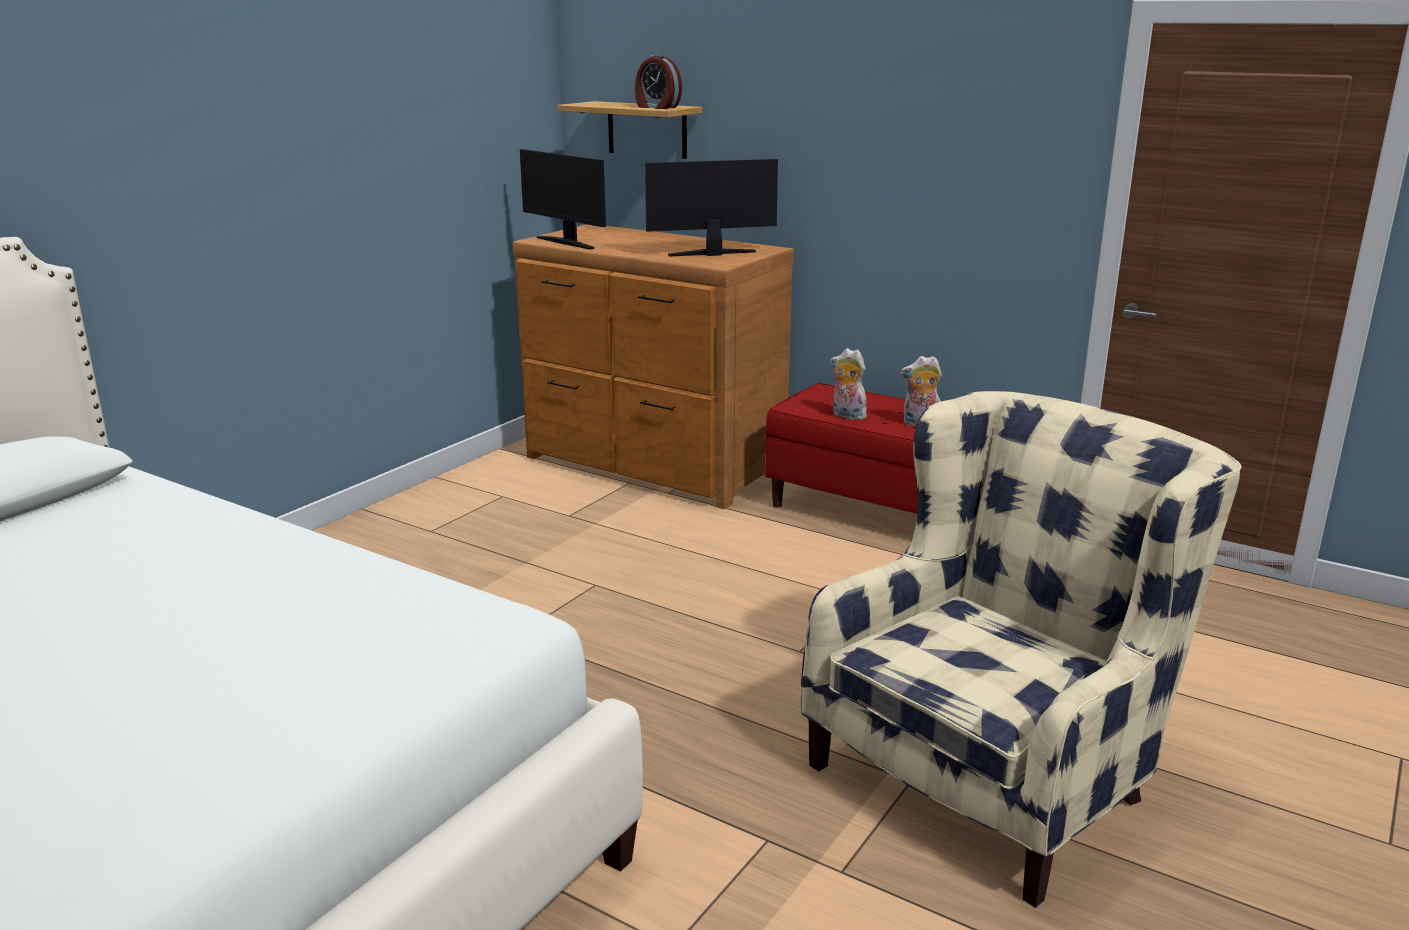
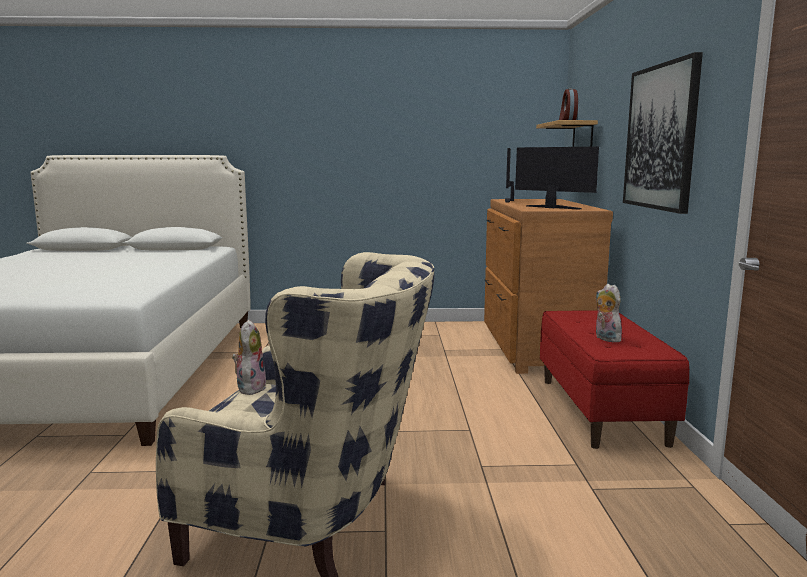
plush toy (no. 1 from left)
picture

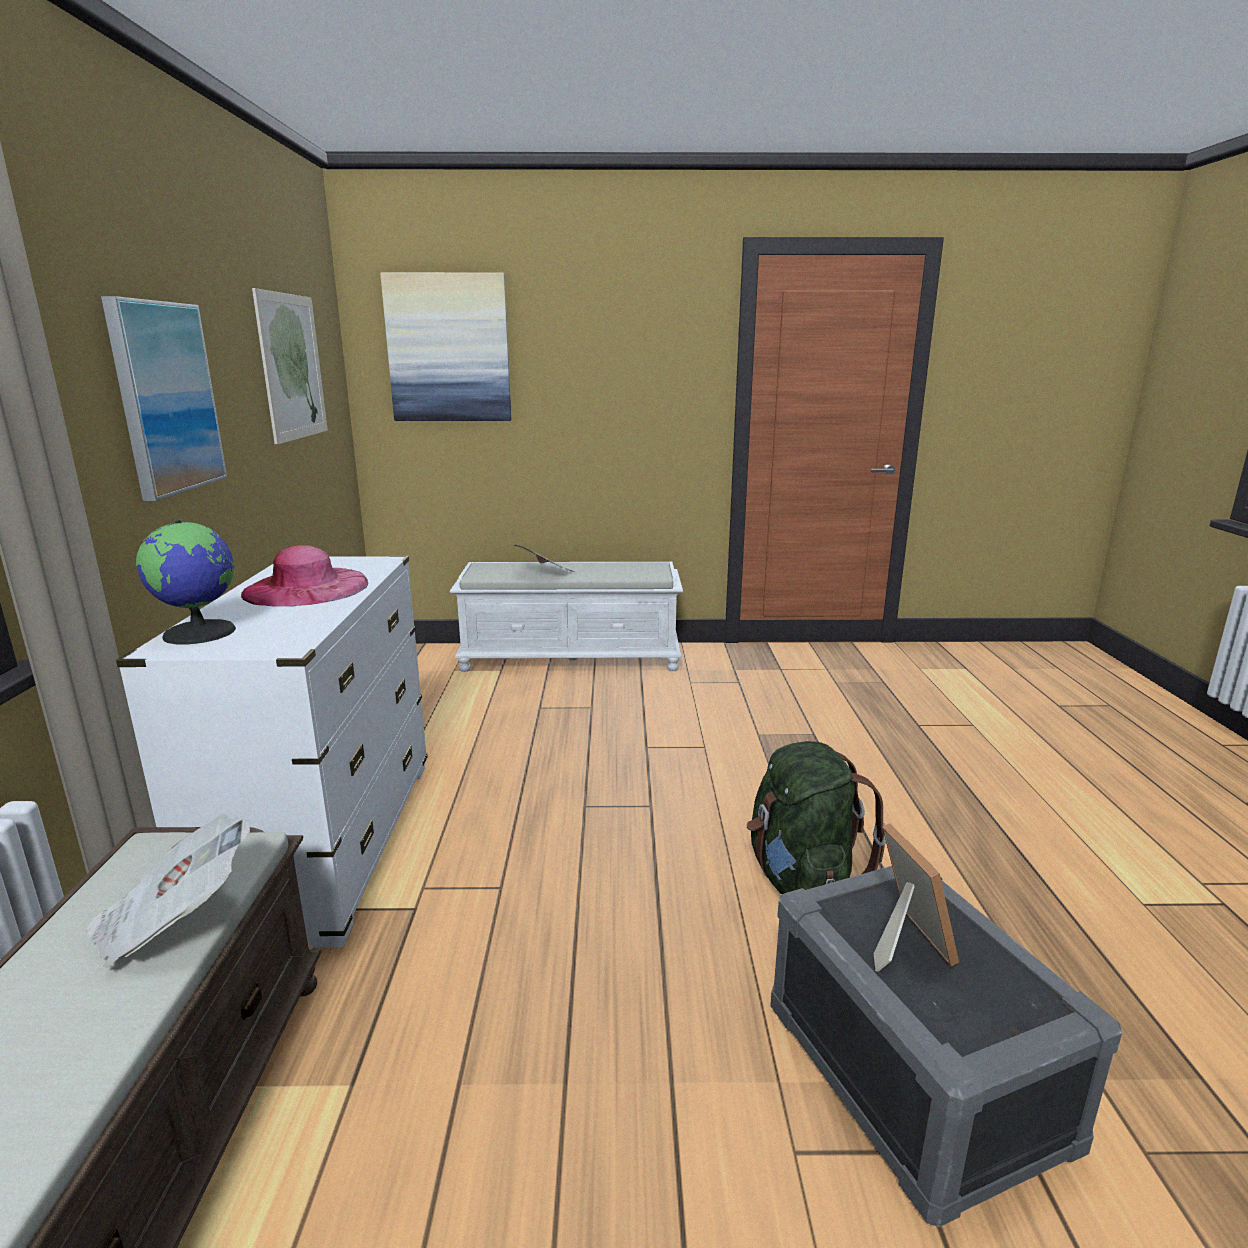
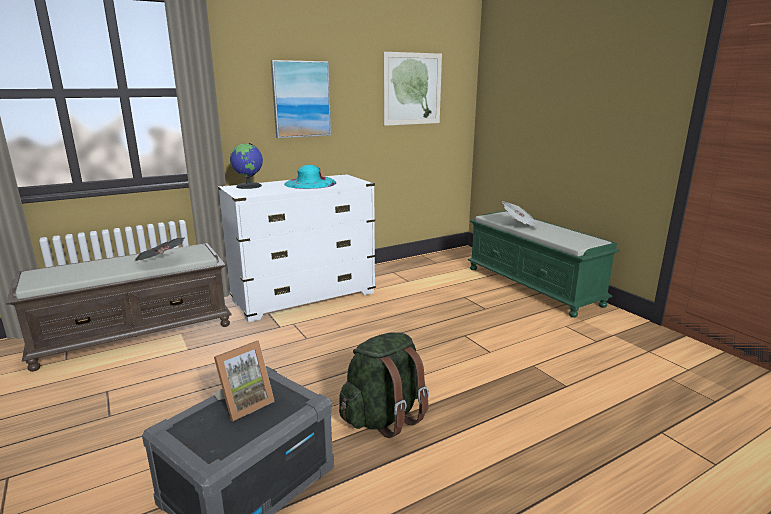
hat in turquoise
bench in green
picture (no. 3 from left in the first image)

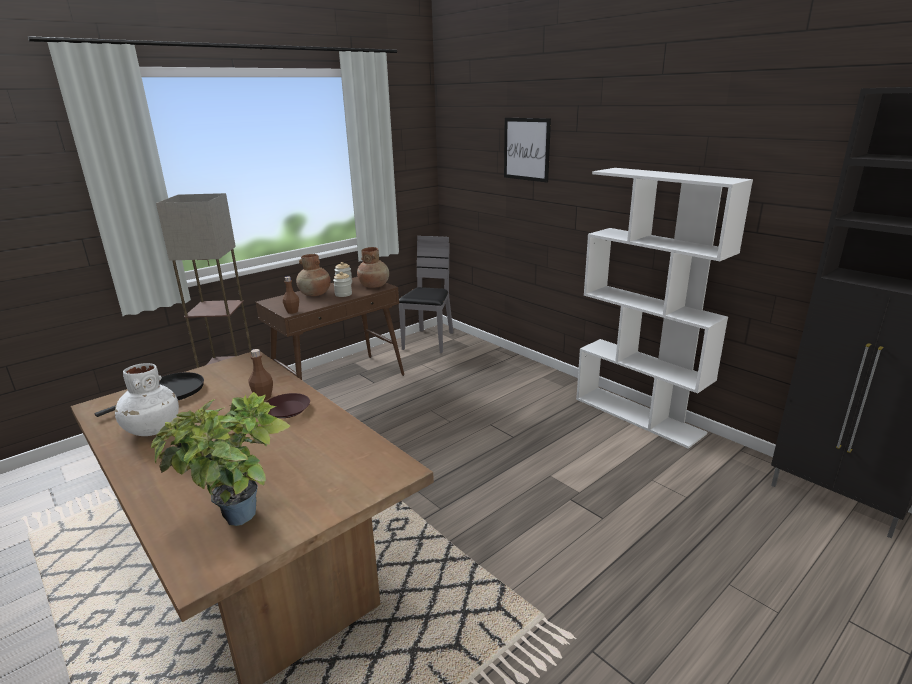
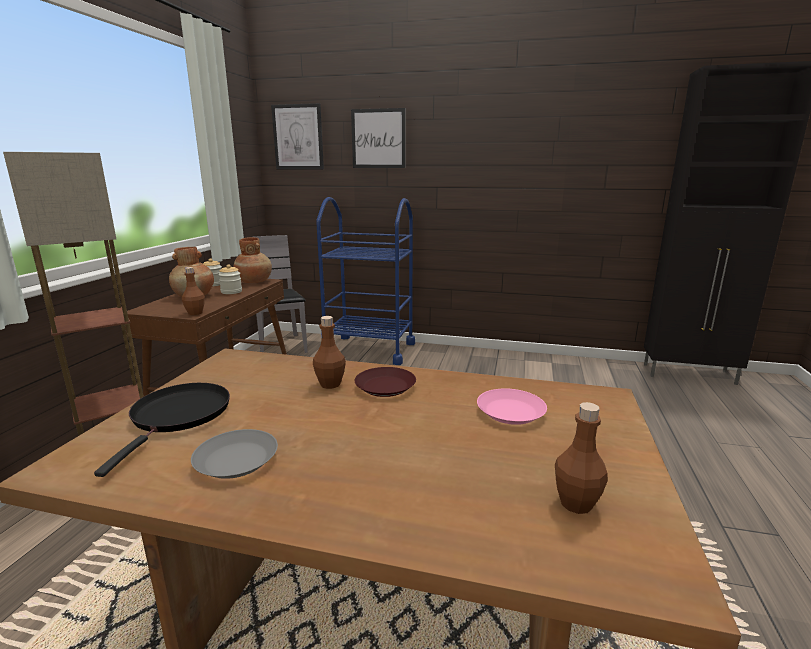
plate in grey
picture (no. 1 from left)
cart in blue
plate in pink
bottle in brown (no. 3 from left)
bookcase in white

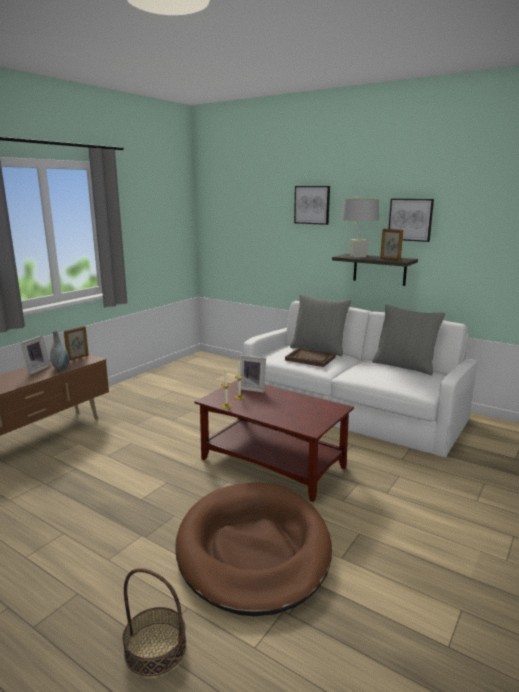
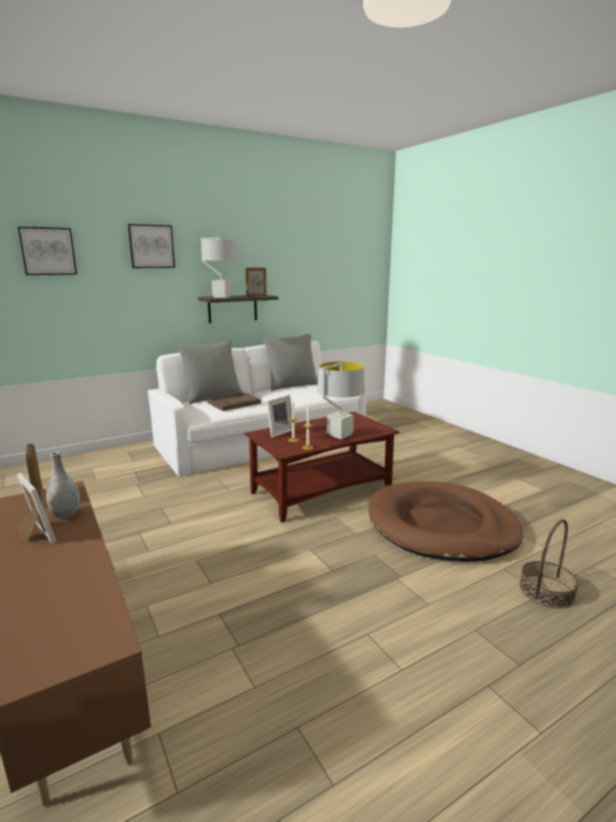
picture (no. 1 from left)
table lamp in grey (no. 2 from left)

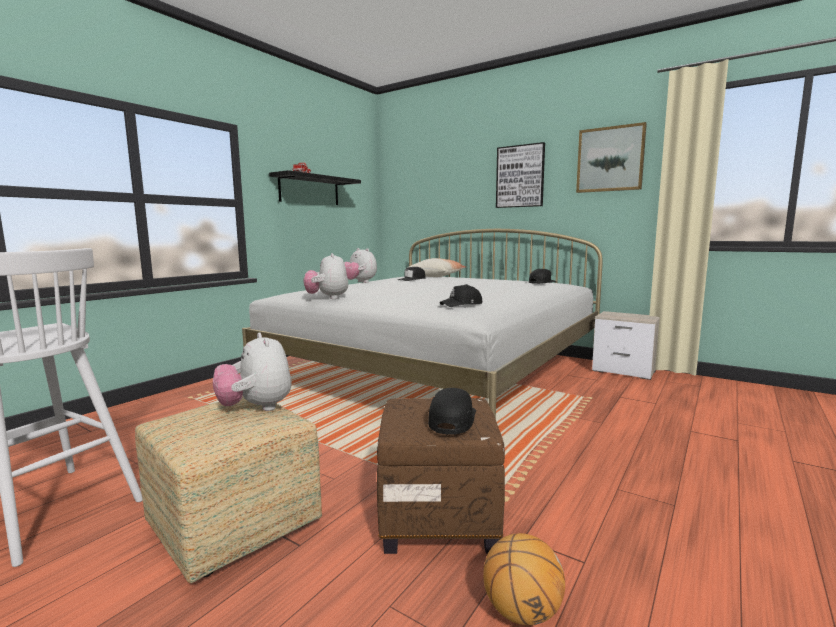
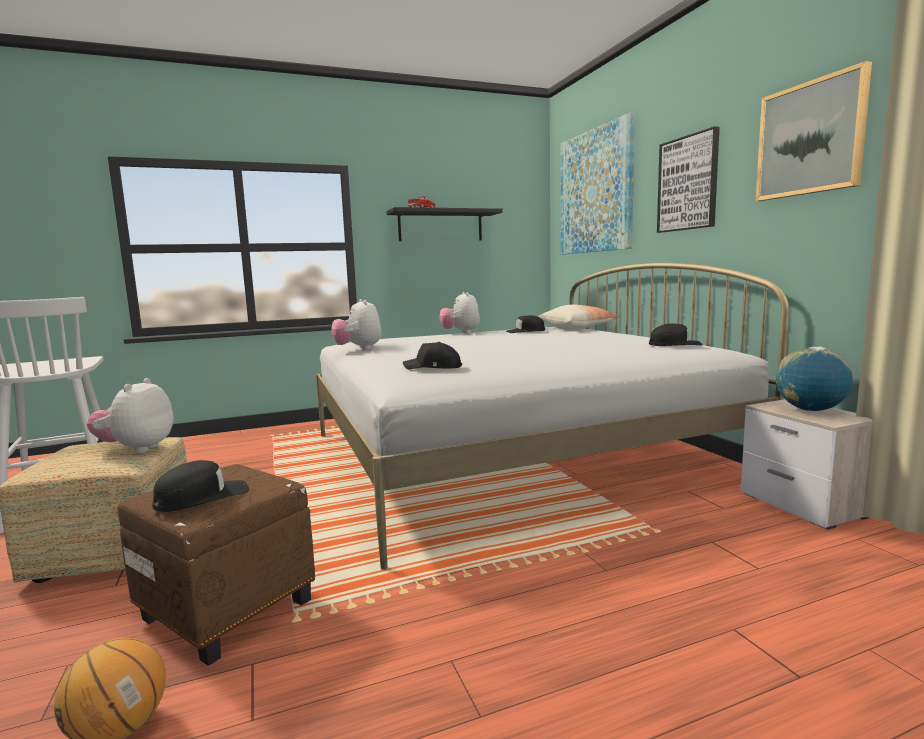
plush toy (no. 2 from left)
picture (no. 1 from left)
globe

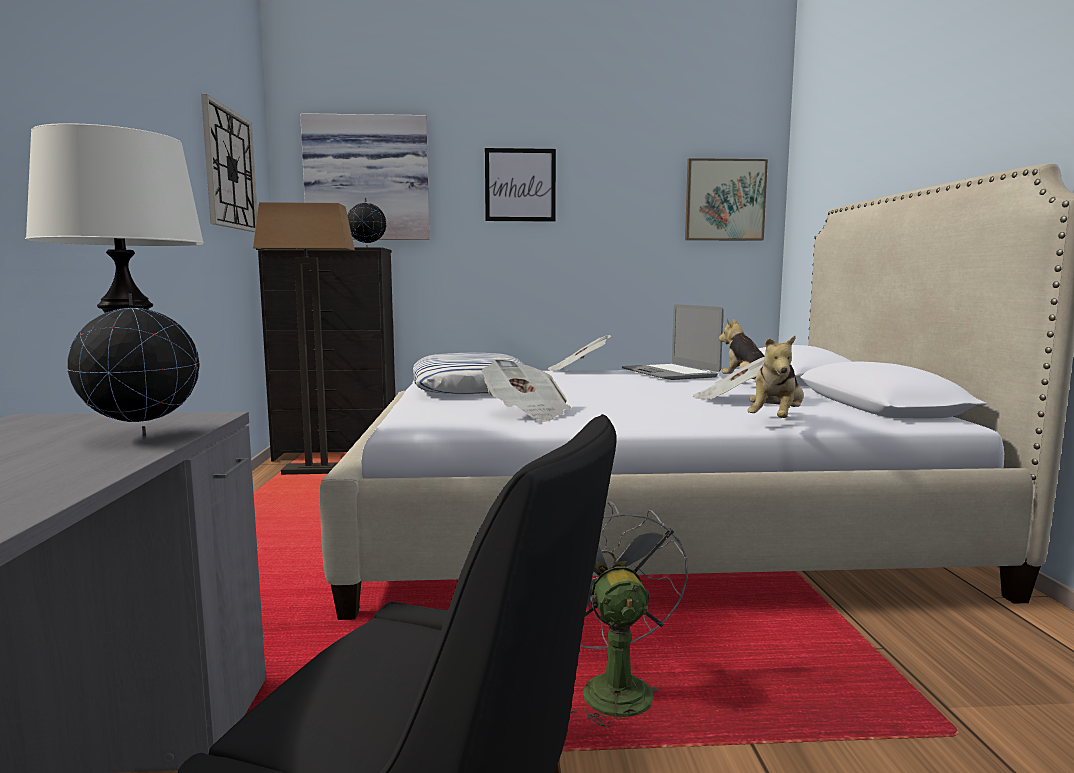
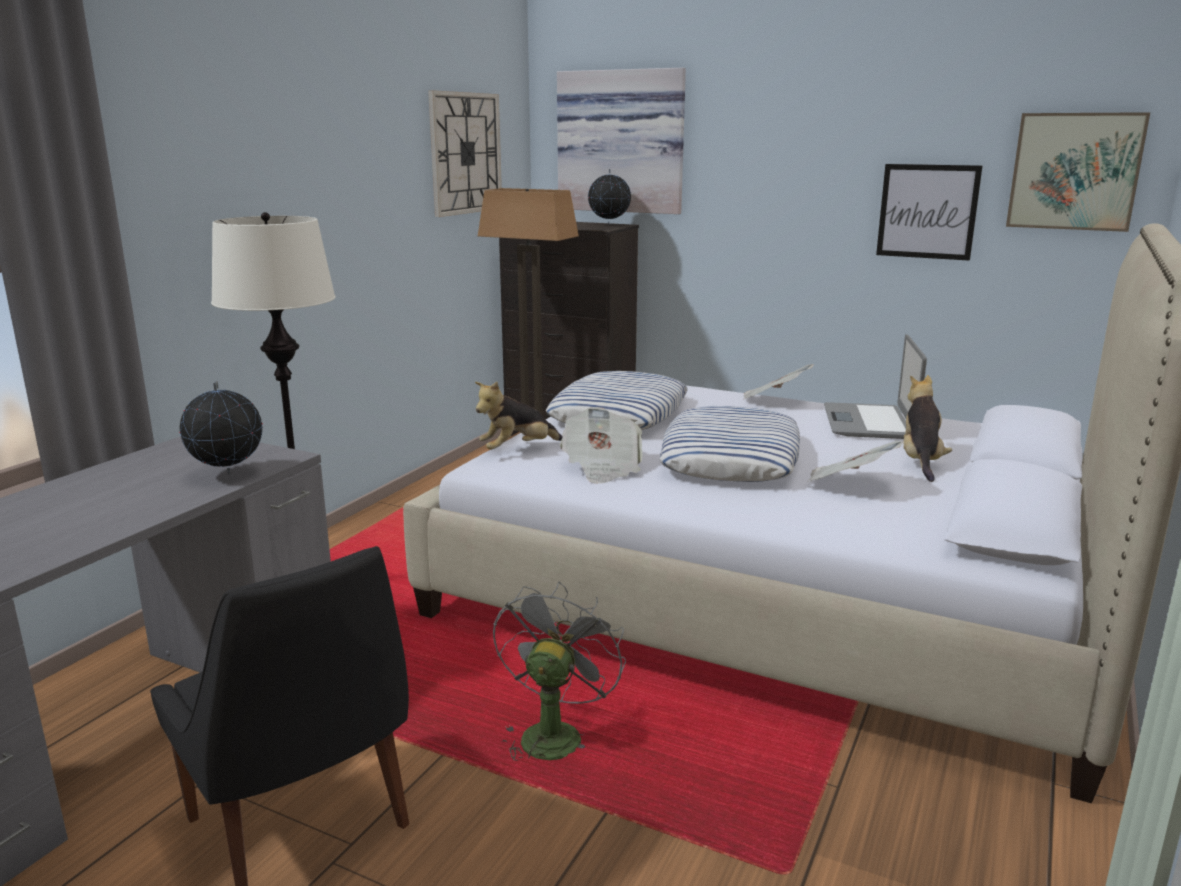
plush toy (no. 1 from left)
pillow (no. 2 from left)
picture (no. 2 from left)

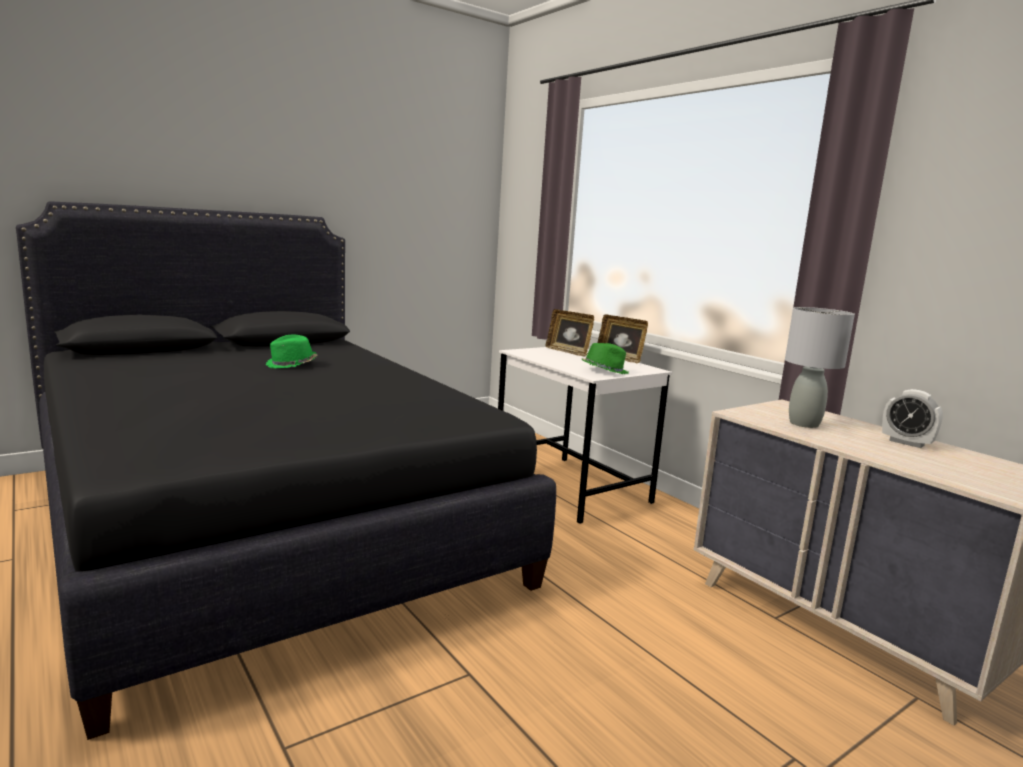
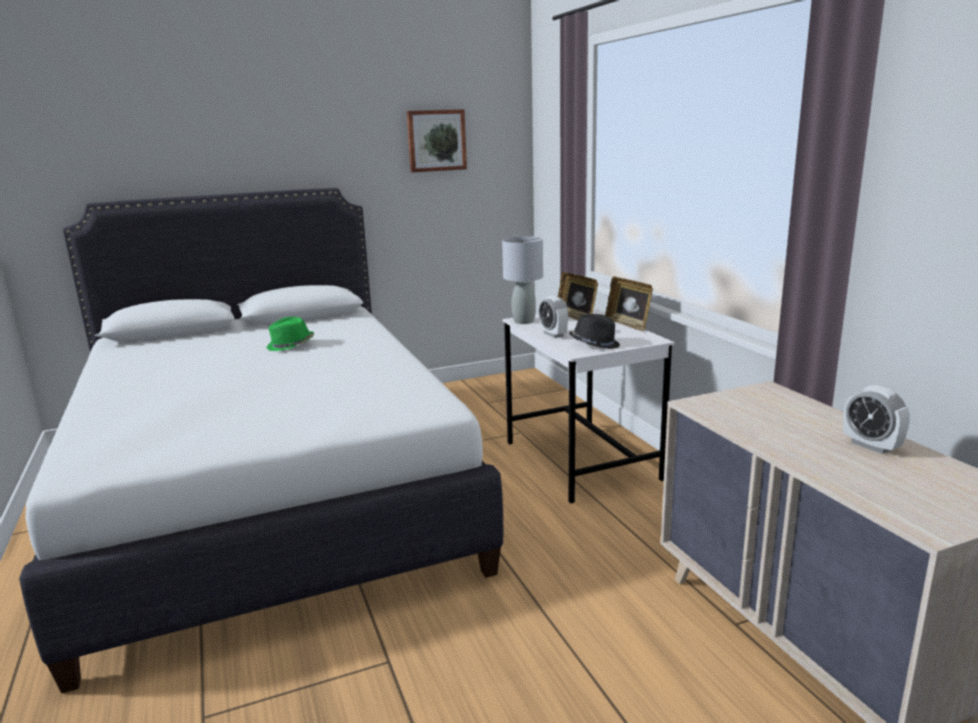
bed in white
picture
table lamp in grey
alarm clock (no. 1 from left)
hat in black

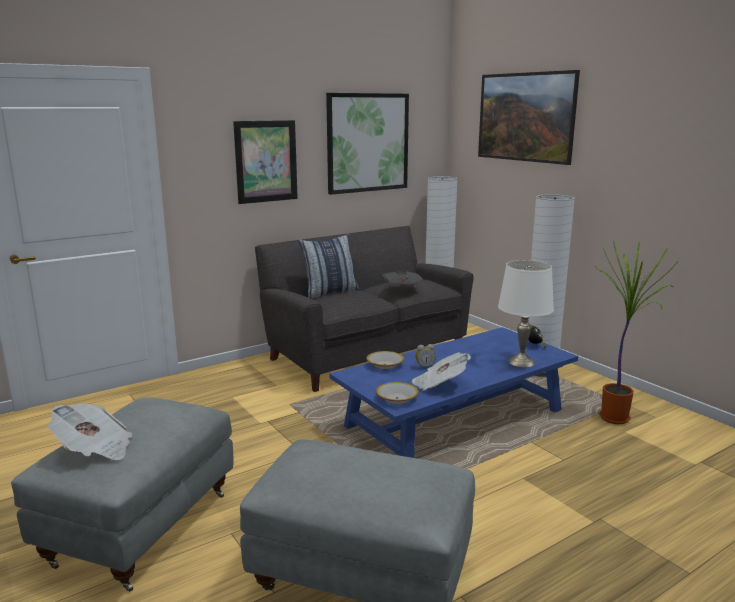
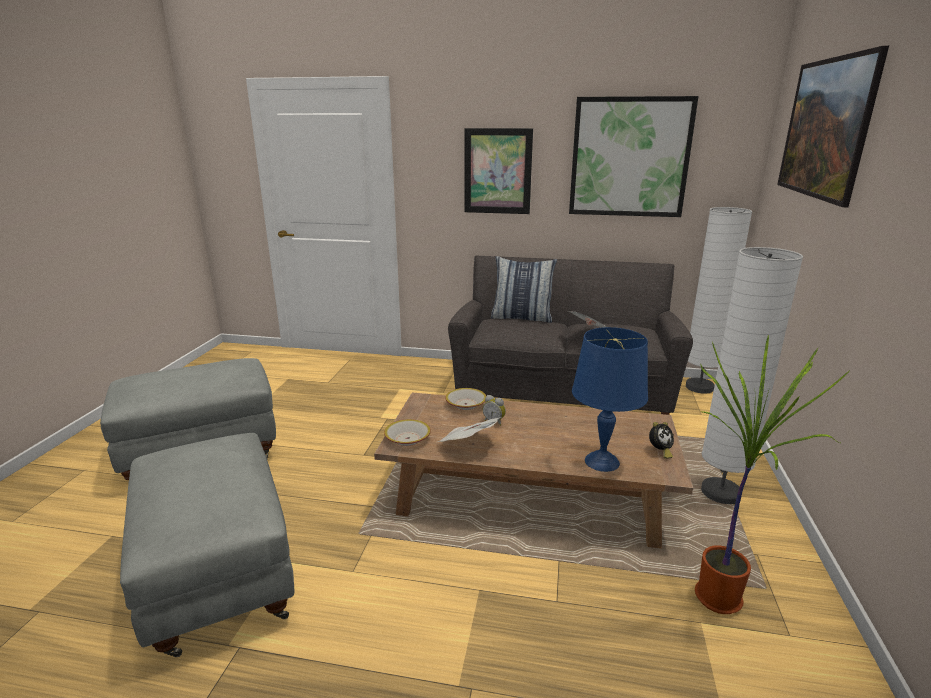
coffee table in brown
table lamp in blue
newspaper (no. 1 from left in the first image)

